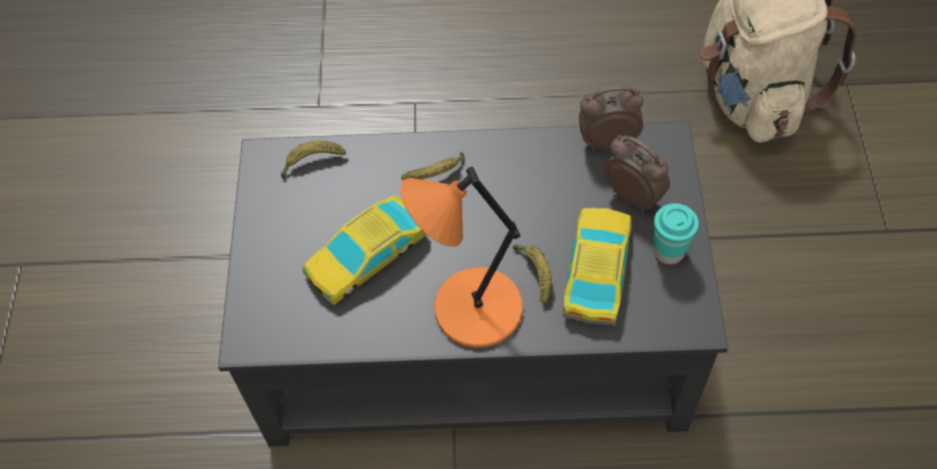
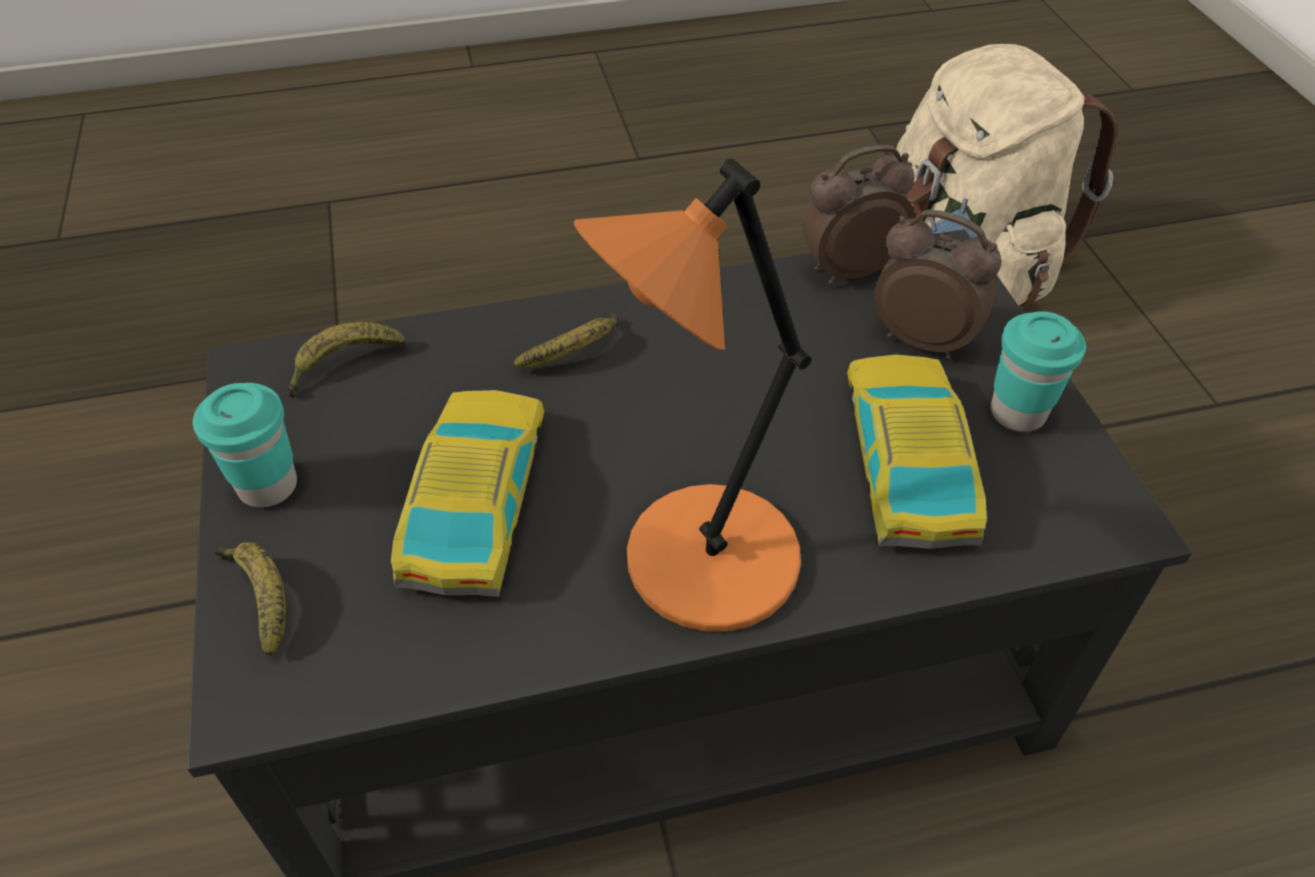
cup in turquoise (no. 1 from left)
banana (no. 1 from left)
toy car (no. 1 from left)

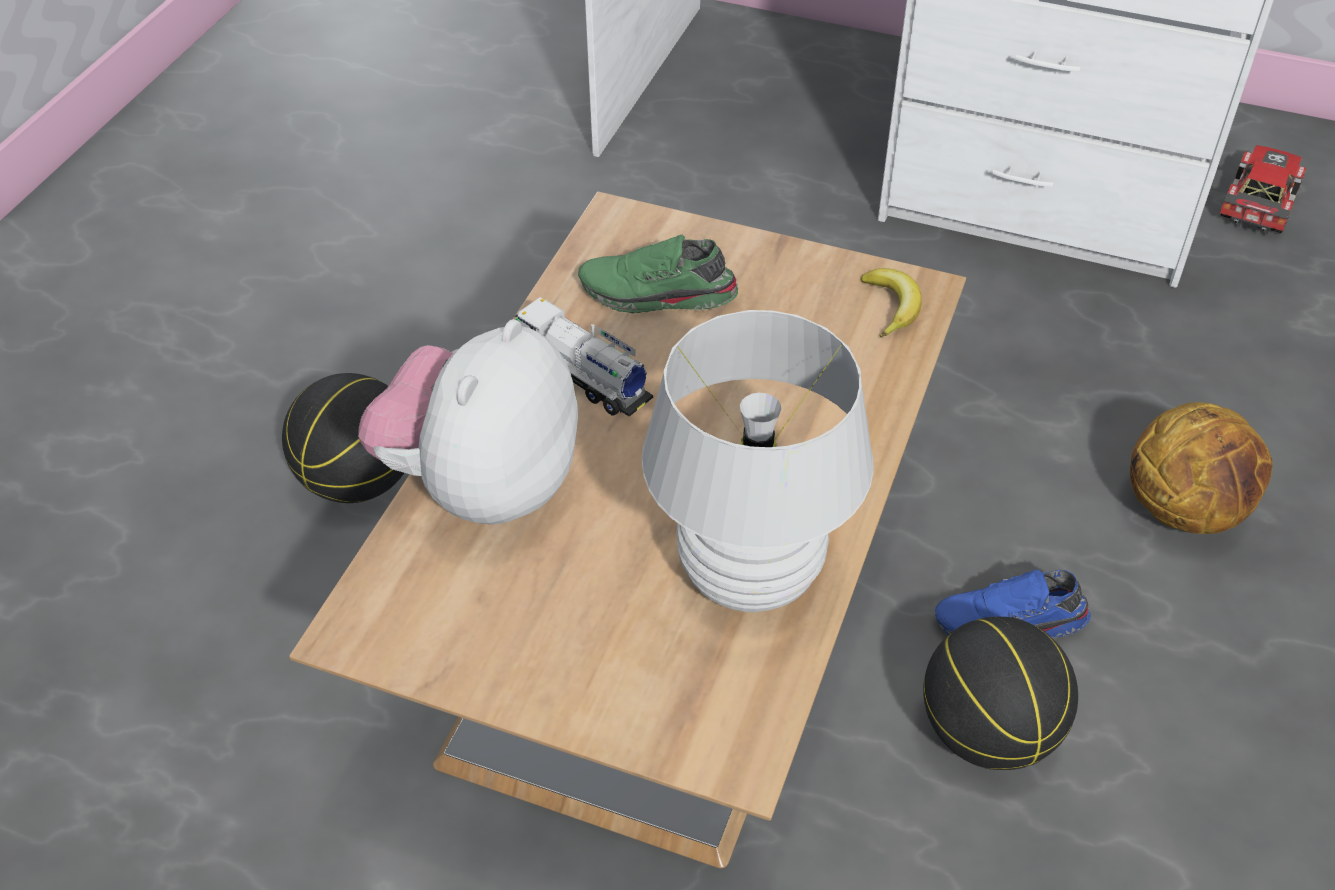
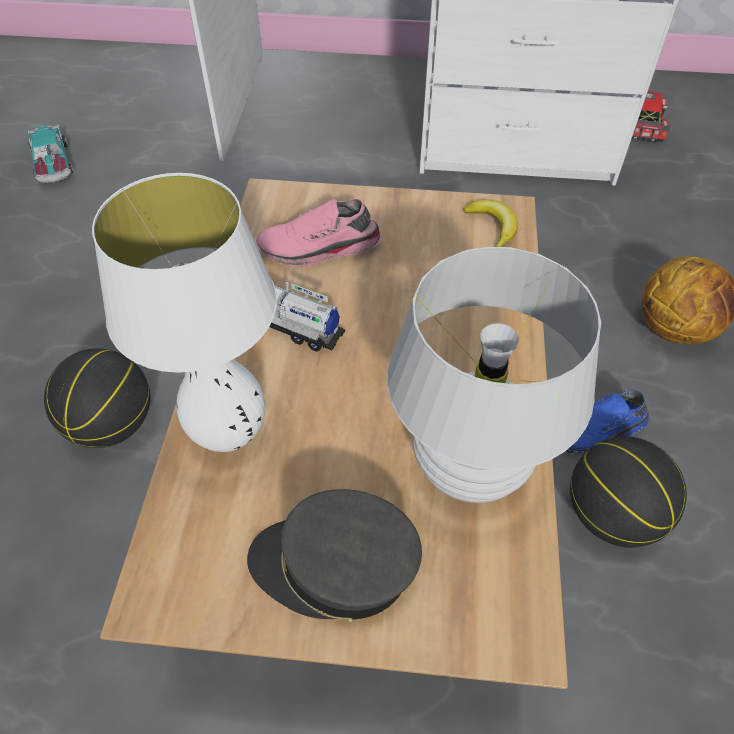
toy car (no. 1 from left)
table lamp in white (no. 1 from left)
cap in grey
shoe in pink

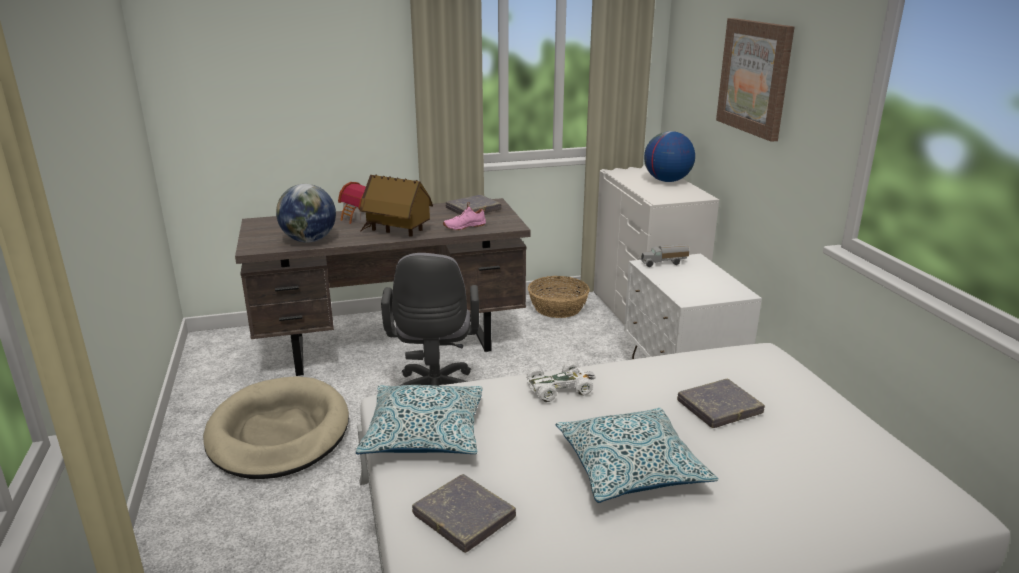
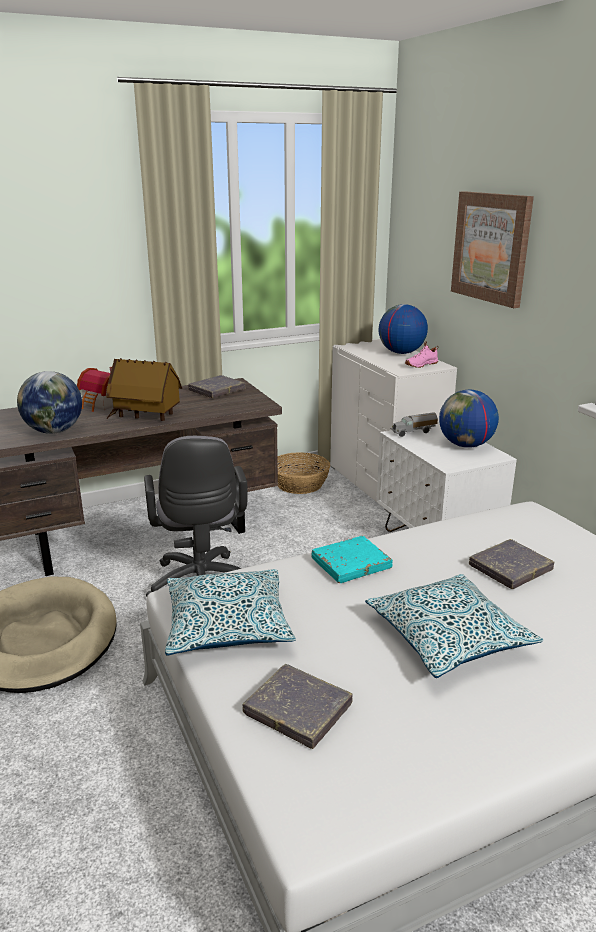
book in turquoise
shoe in pink
globe (no. 3 from left)

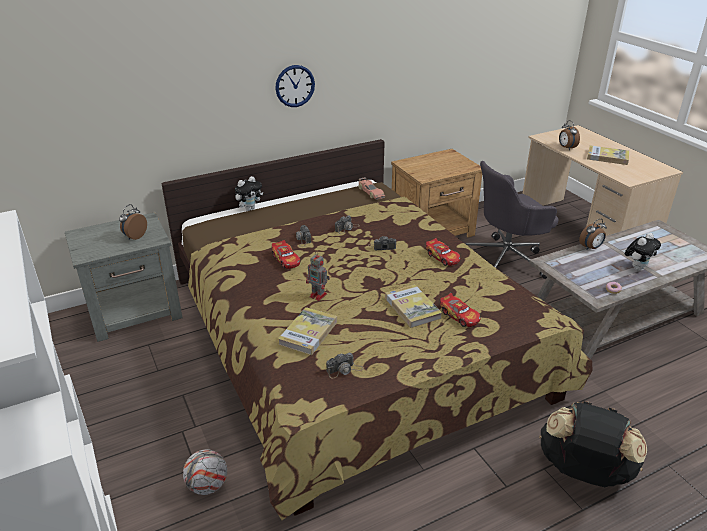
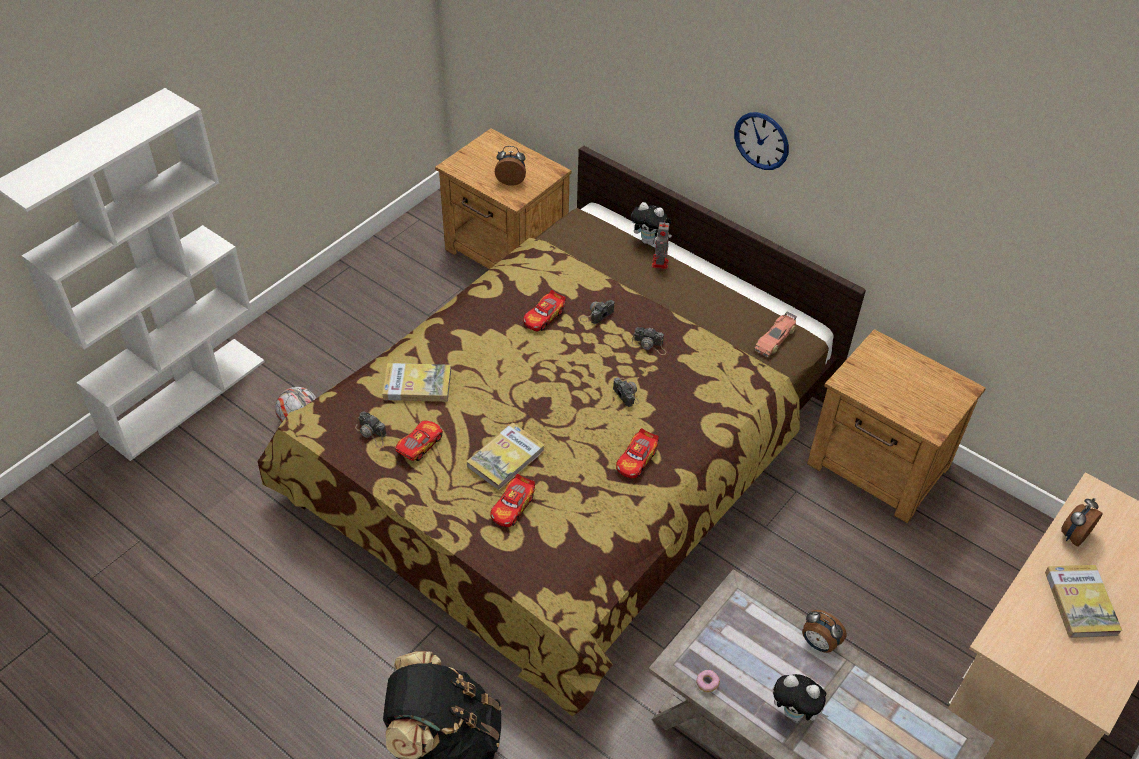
toy car (no. 1 from left)
nightstand in brown (no. 1 from left)
toy robot
office chair in grey

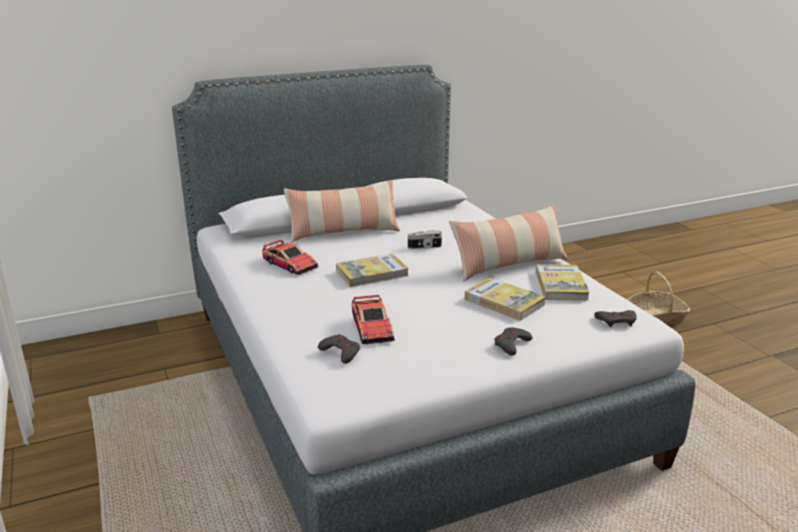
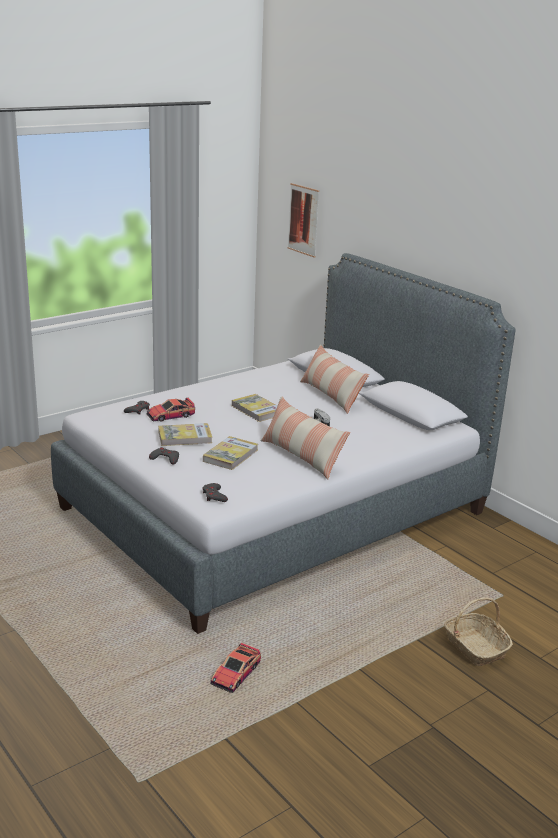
book (no. 1 from left)
toy car (no. 2 from left)
picture

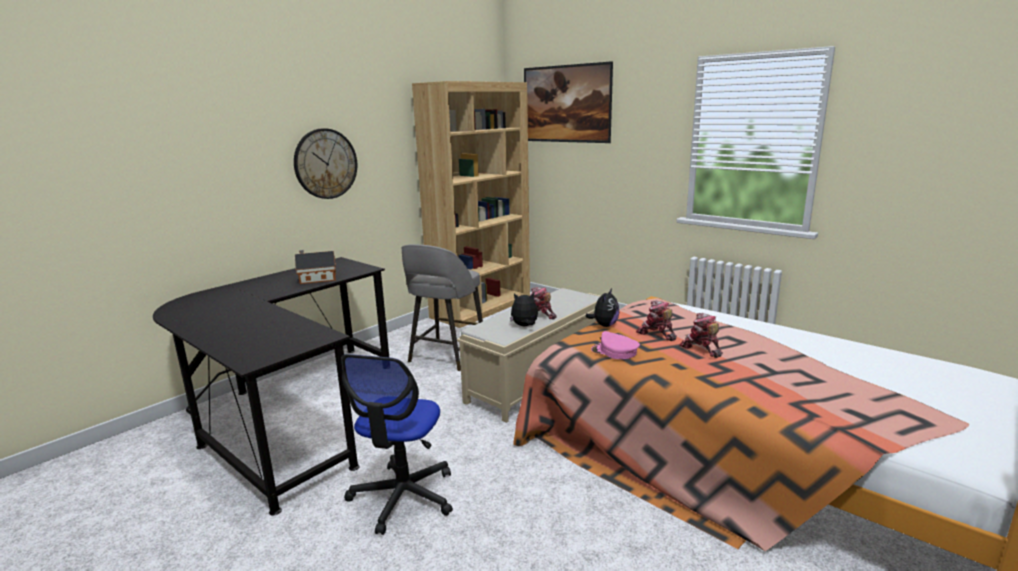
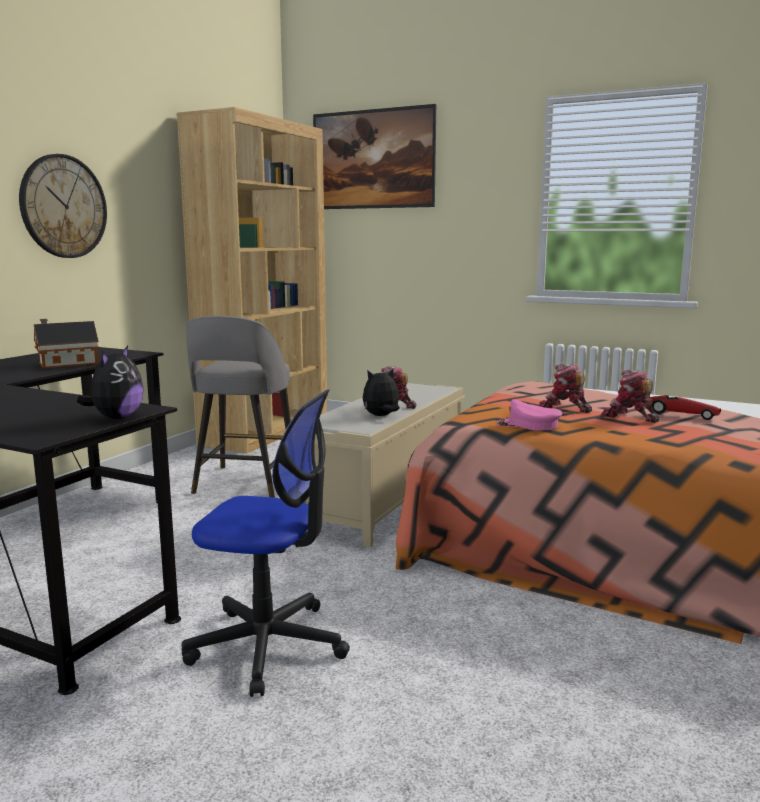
plush toy (no. 1 from left)
office chair
toy car

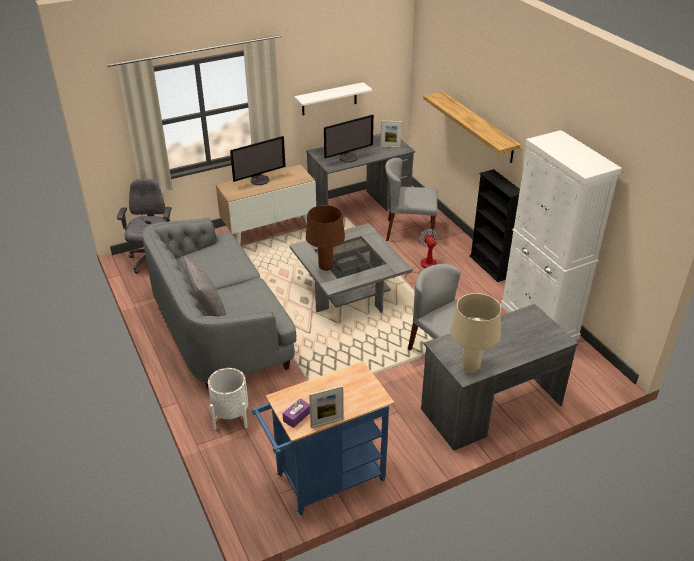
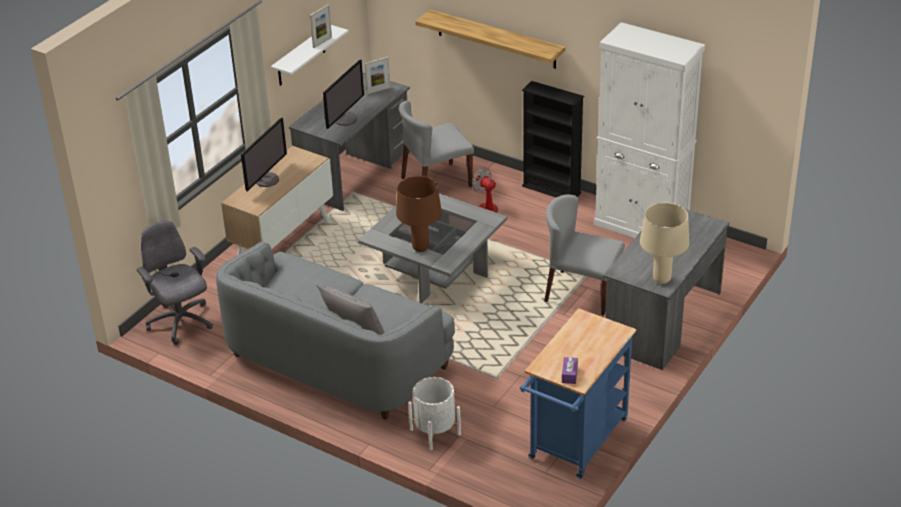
picture frame (no. 1 from left)

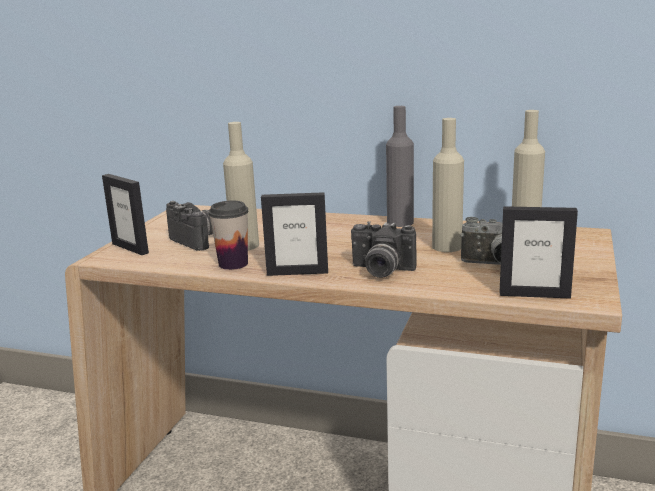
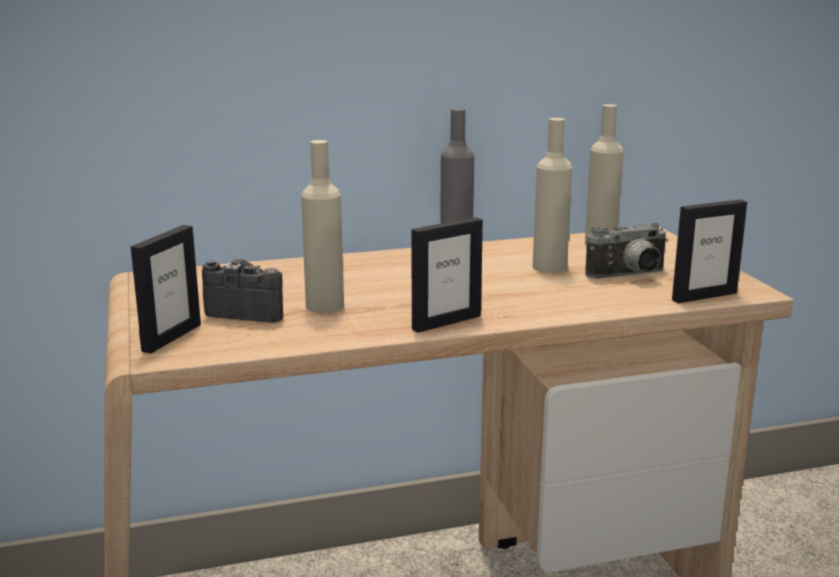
picture frame (no. 1 from left)
cup
photo camera (no. 2 from left in the first image)

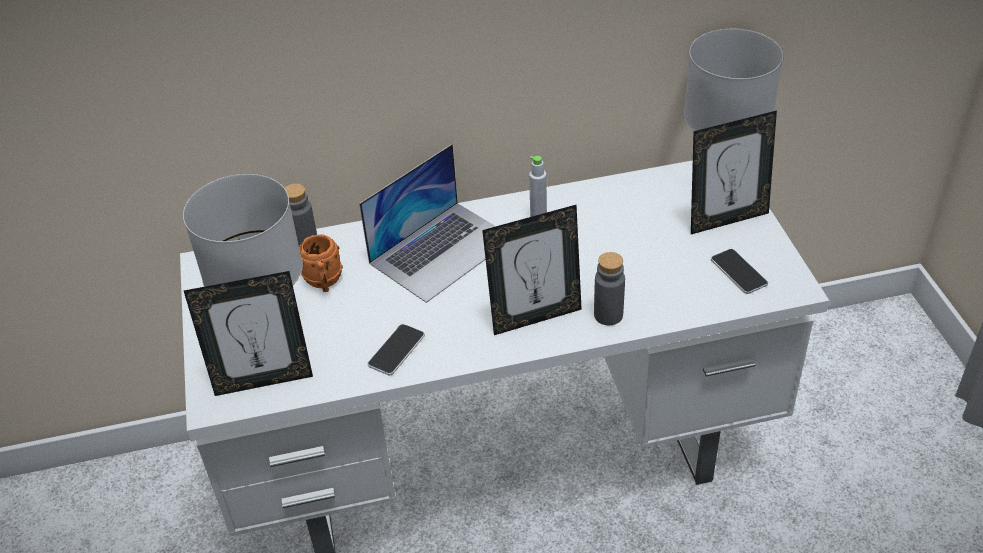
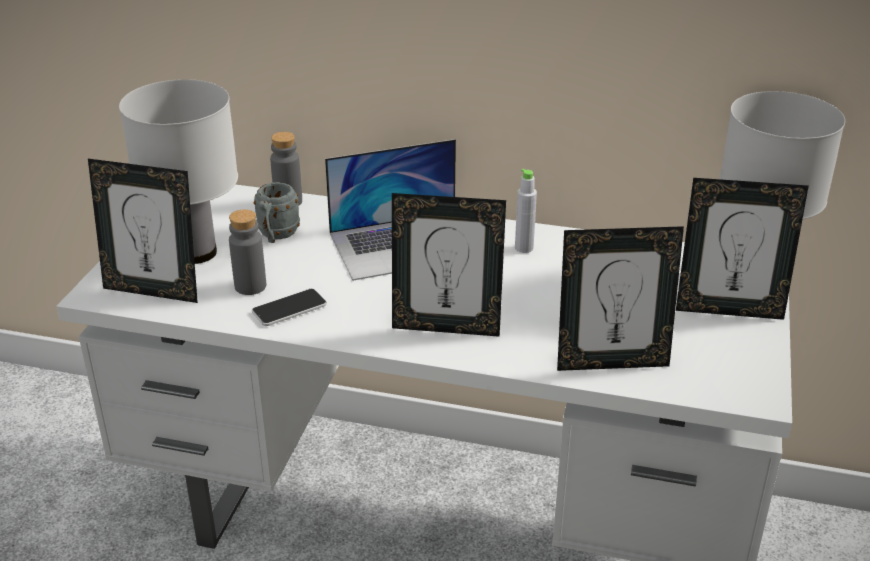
bottle in grey (no. 1 from left)
mug in grey
picture frame (no. 3 from left)
phone (no. 2 from left in the first image)

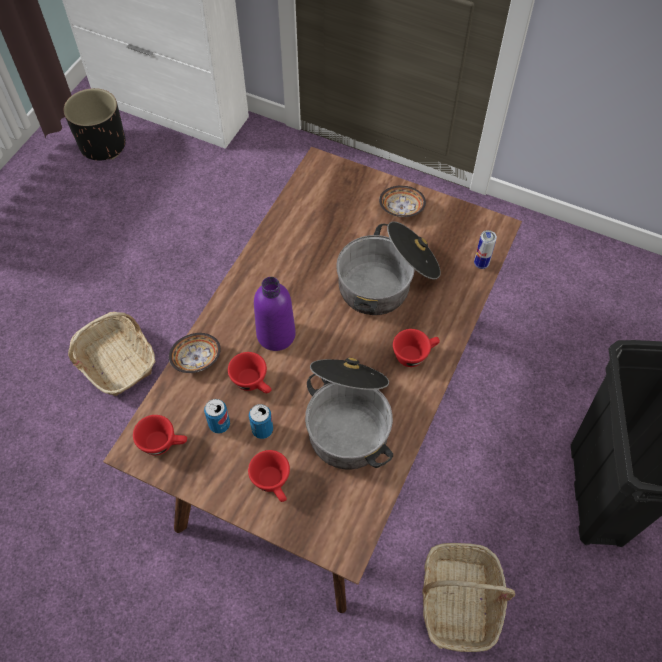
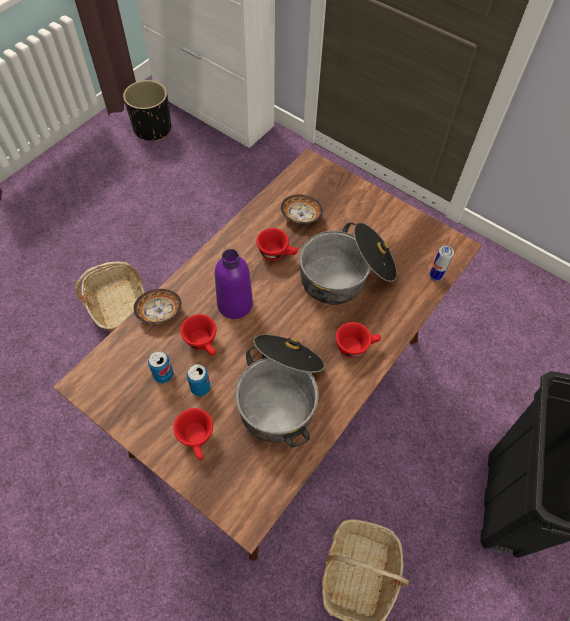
cup in red (no. 3 from left)
bowl (no. 2 from left)

